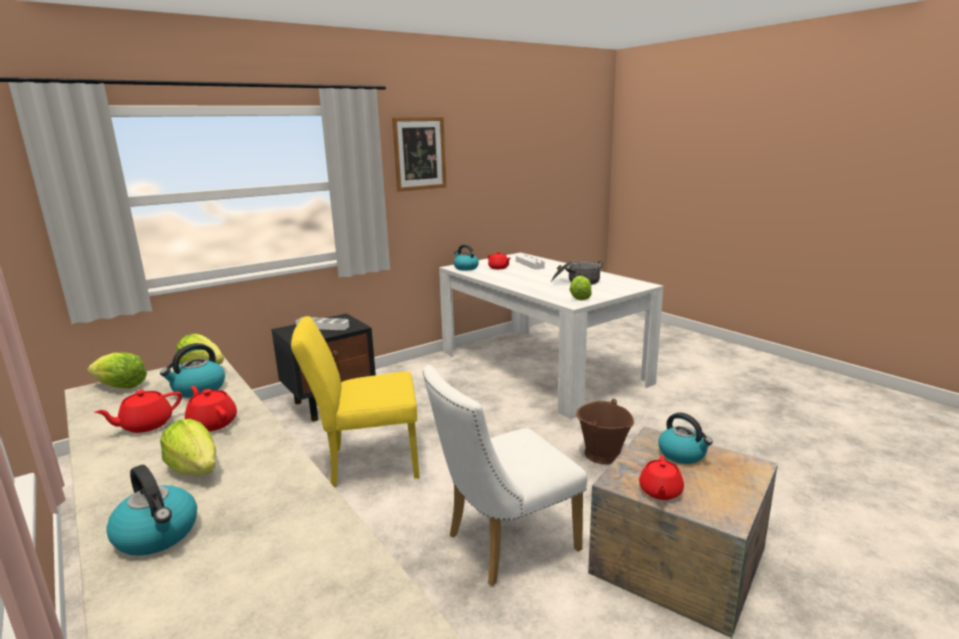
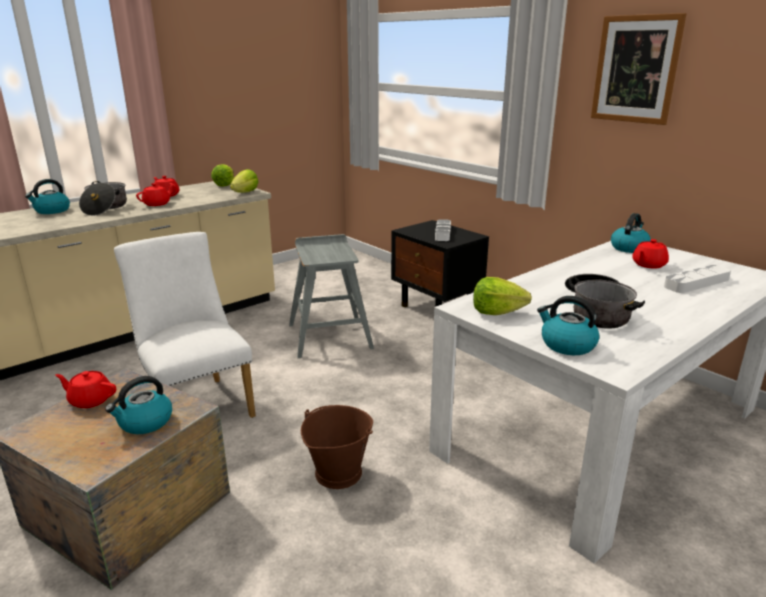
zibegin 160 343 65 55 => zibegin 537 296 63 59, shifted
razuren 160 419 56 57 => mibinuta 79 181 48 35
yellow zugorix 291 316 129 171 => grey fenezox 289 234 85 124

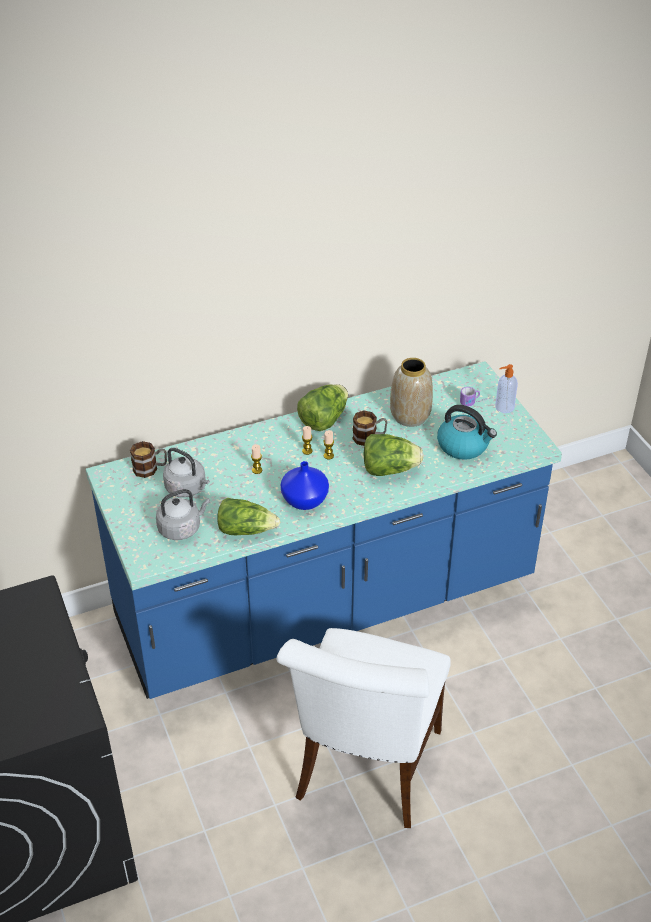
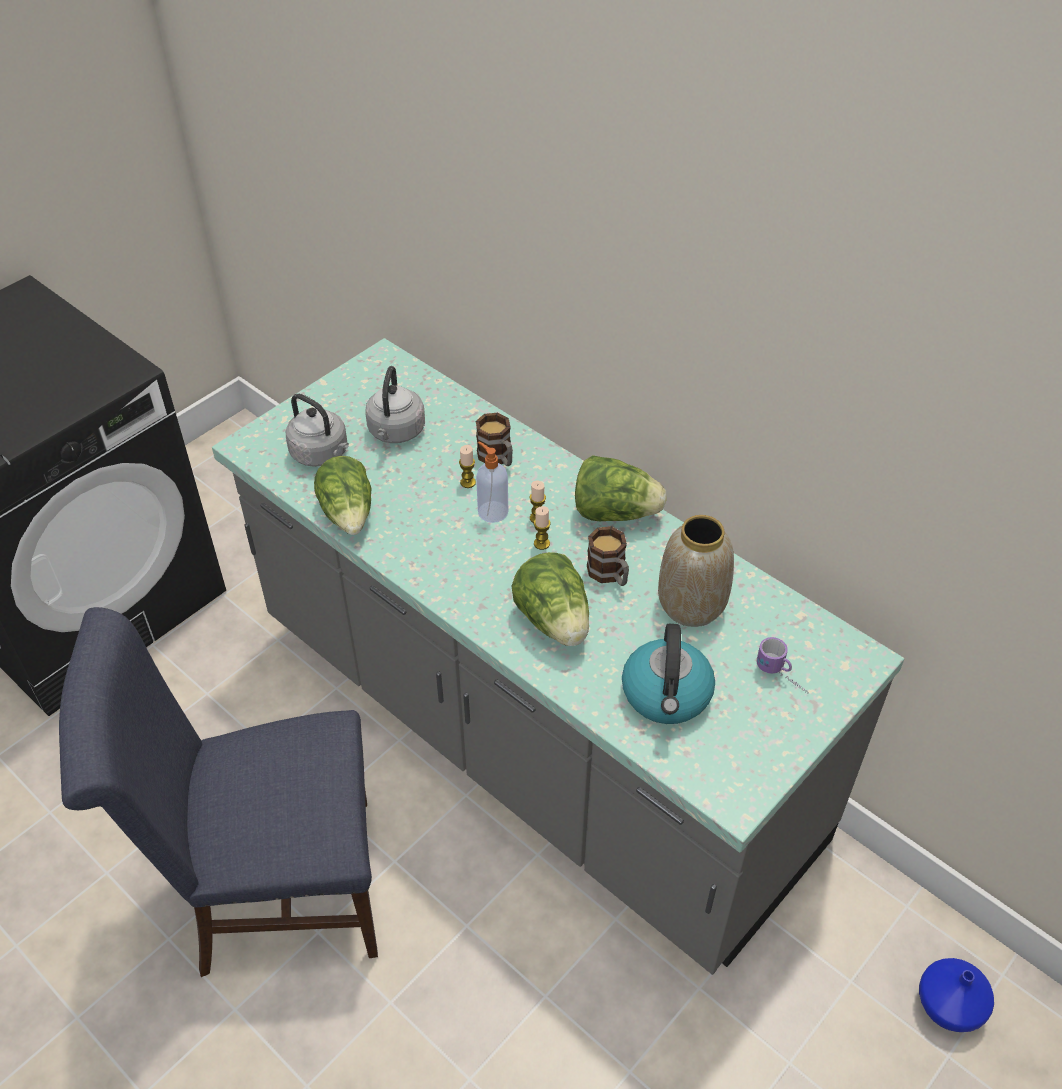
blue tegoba 86 361 476 338 => grey tegoba 212 338 692 637
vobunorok 130 441 37 37 => vobunorok 476 412 37 54, shifted
white zugorix 276 628 175 200 => blue zugorix 59 607 319 370
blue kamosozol 281 461 48 49 => blue kamosozol 919 958 75 74, shifted
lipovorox 495 364 23 49 => lipovorox 476 441 32 82, shifted

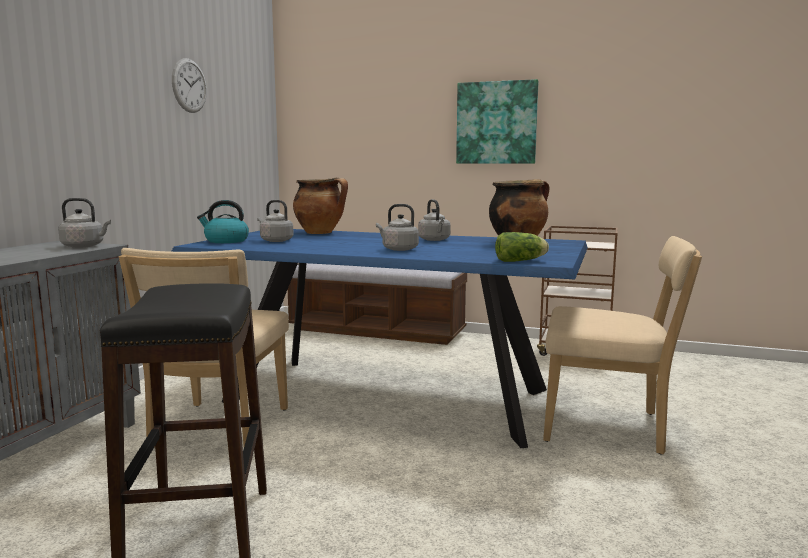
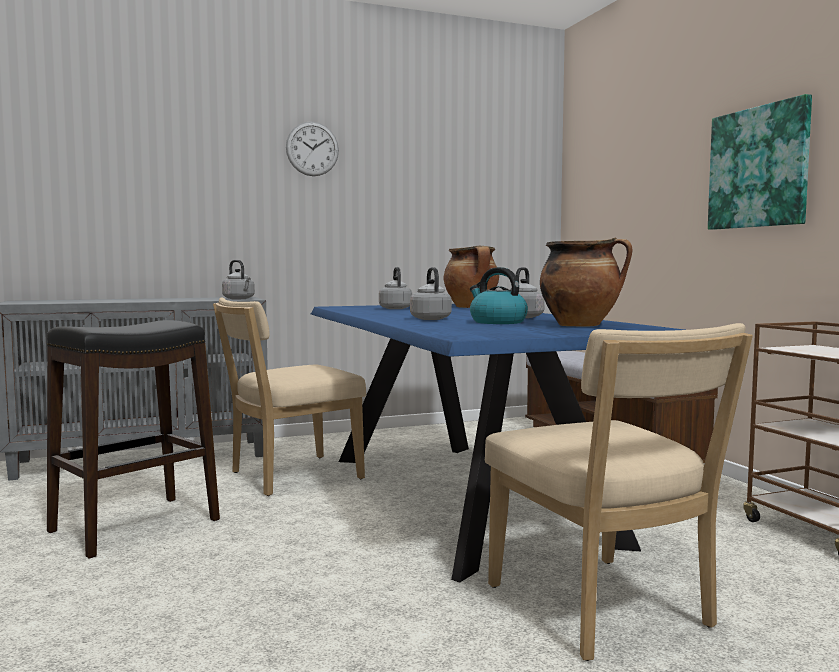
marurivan 172 58 35 55 => marurivan 286 122 53 54, shifted
zibegin 197 200 52 43 => zibegin 470 267 58 57, shifted
razuren 495 232 54 30 => nothing

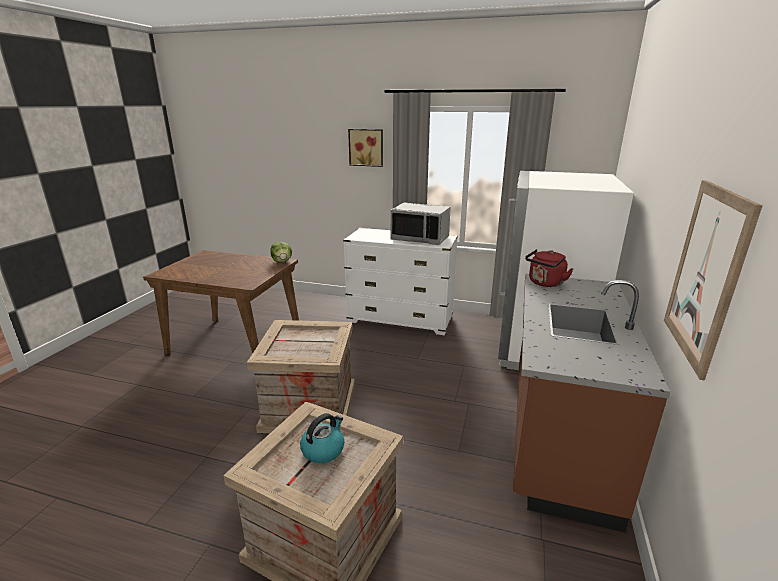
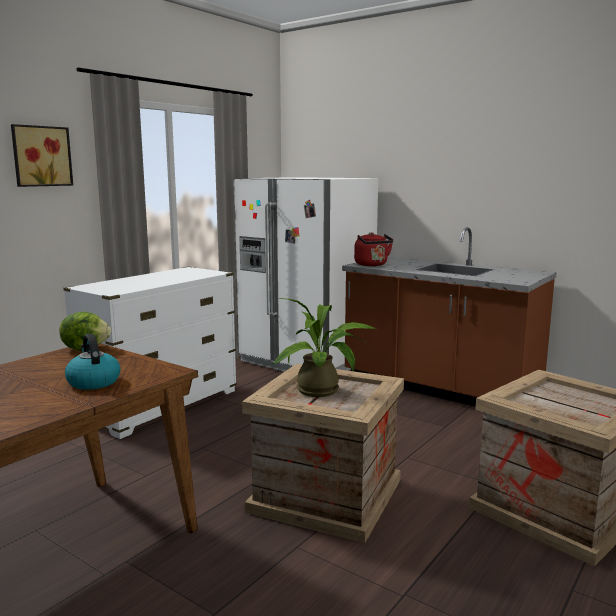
zibegin 300 413 44 50 => zibegin 65 334 56 56, shifted
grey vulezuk 391 203 60 42 => nothing
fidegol 664 180 99 201 => nothing
nothing => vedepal 272 298 104 99

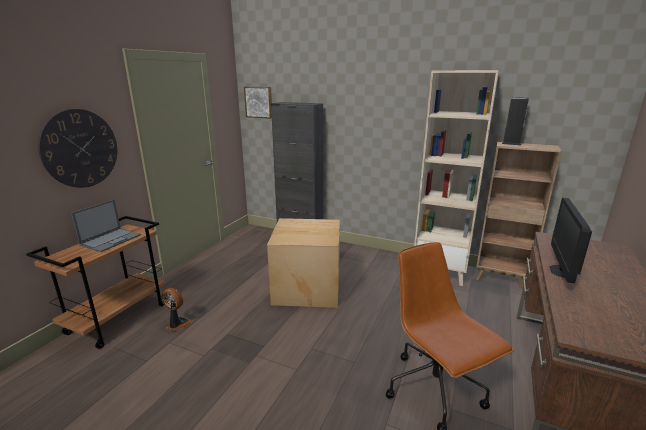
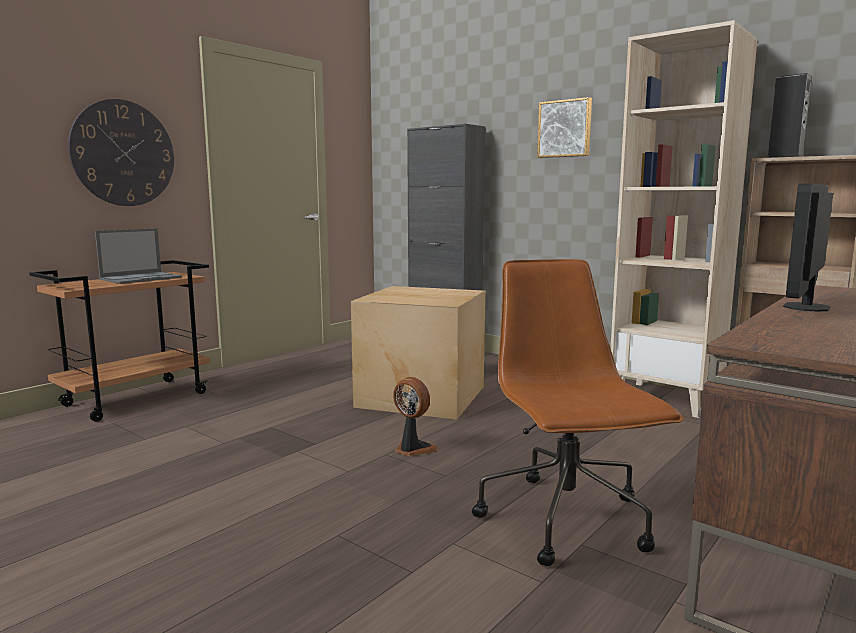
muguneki 161 288 31 43 => muguneki 393 377 45 79, shifted
fidegol 244 87 28 32 => fidegol 537 97 55 61, shifted

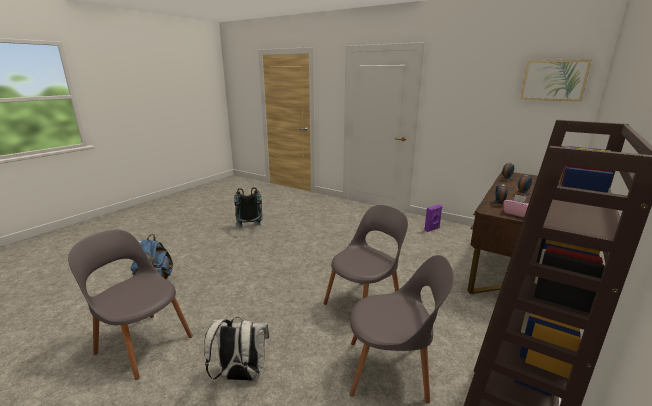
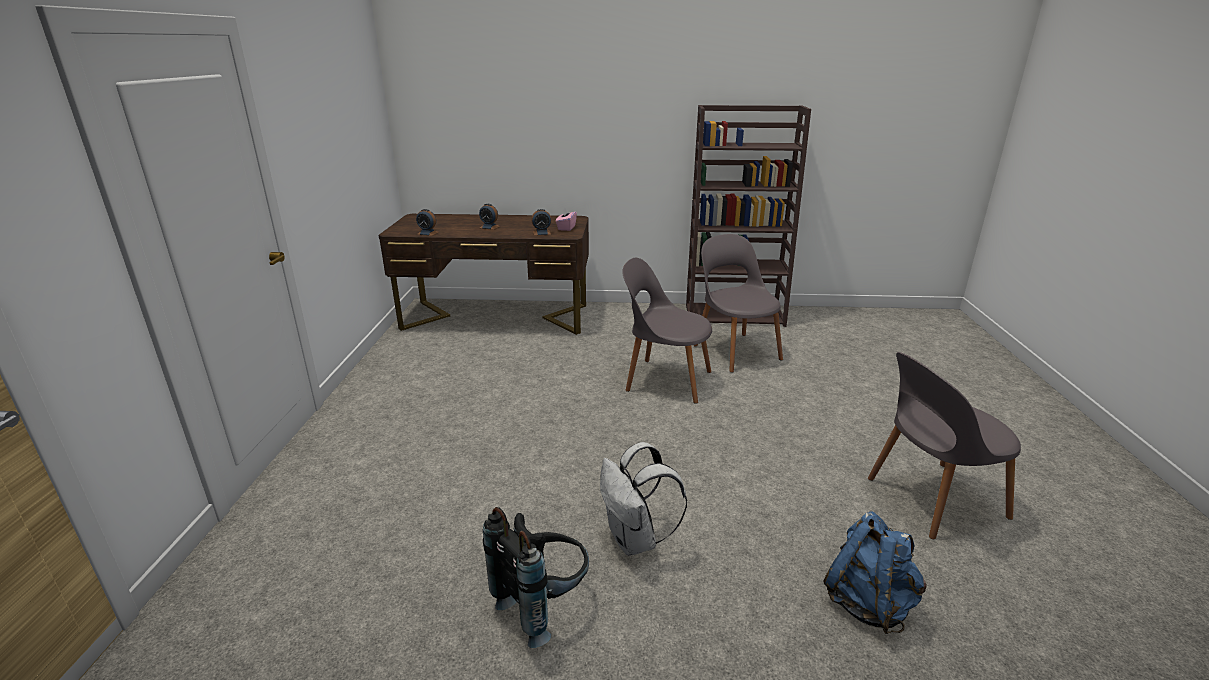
grey zugorix 68 230 125 150 => grey zugorix 868 352 153 187, 75 degrees clockwise
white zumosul 204 317 65 64 => white zumosul 600 442 87 114, shifted
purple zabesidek 424 205 18 27 => nothing
fidegol 520 59 72 43 => nothing

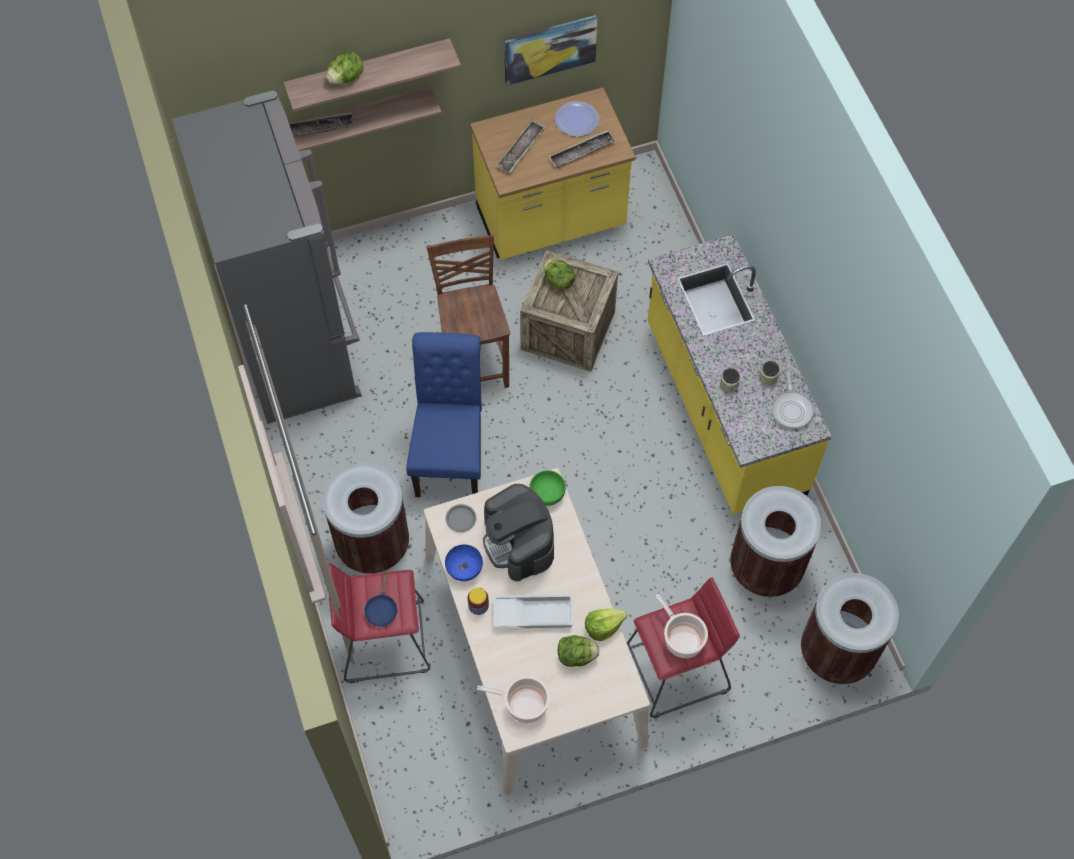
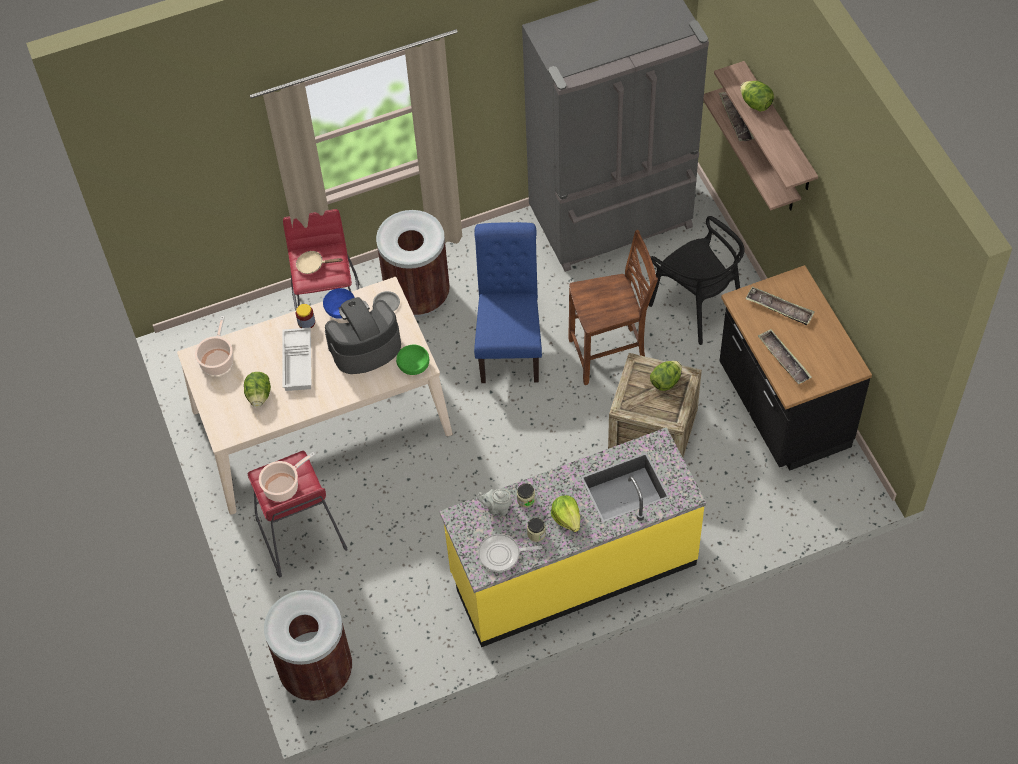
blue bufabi 364 572 34 55 => beige bufabi 296 251 46 23
blue zugorix 406 332 76 165 => blue zugorix 474 222 68 161, 90 degrees counterclockwise
yellow tegoba 470 88 165 172 => black tegoba 720 265 152 206
fidegol 504 15 94 71 => nothing
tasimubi 555 101 44 36 => nothing
razuren 585 608 42 33 => razuren 551 495 29 37, shifted
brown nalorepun 730 486 91 111 => nothing
nothing => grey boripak 477 489 35 26
nothing => black zugorix 648 216 96 129

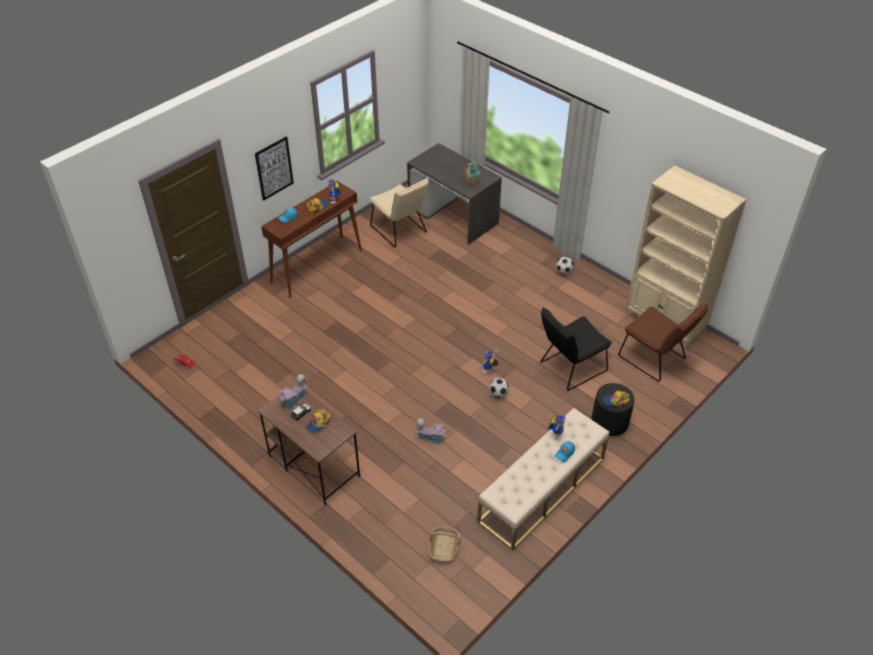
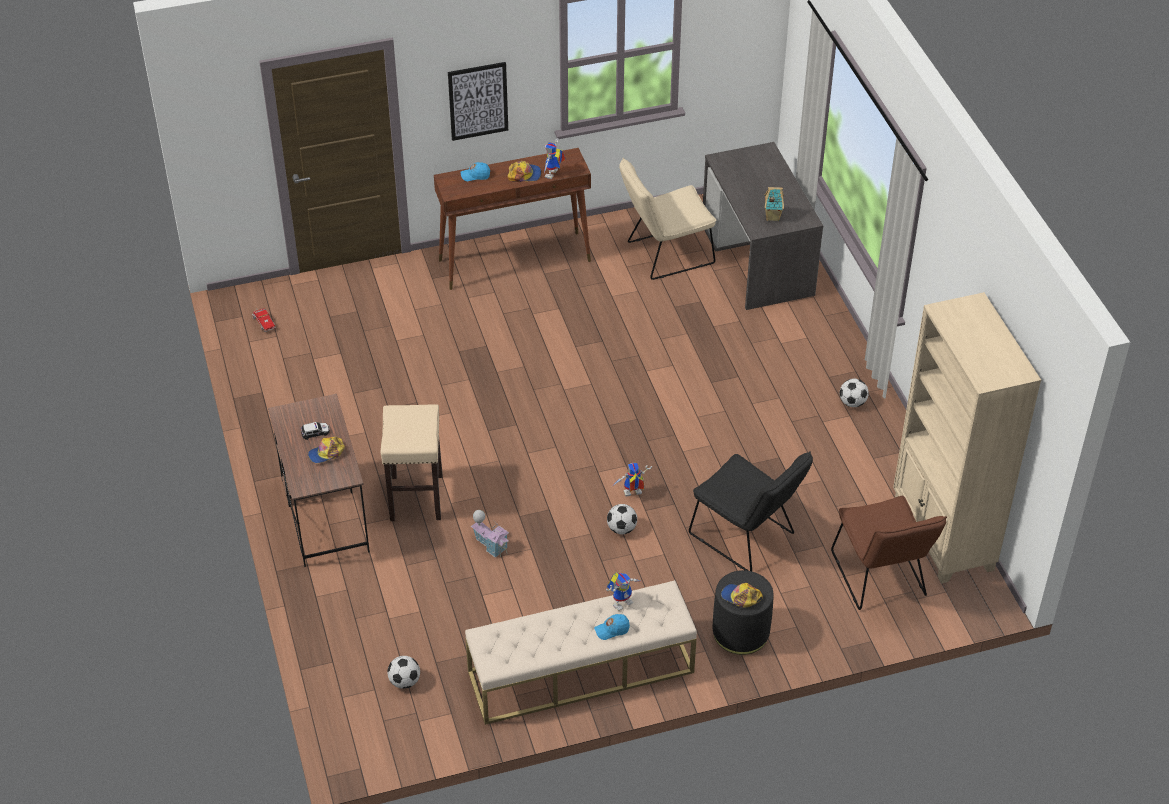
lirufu 279 374 29 35 => nothing
beige zugorix 370 178 59 69 => beige zugorix 619 158 97 122, 75 degrees clockwise
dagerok 429 527 32 35 => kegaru 387 656 33 33
black zugorix 540 307 72 84 => black zugorix 689 452 124 119, 135 degrees counterclockwise
nothing => beige fenezox 381 404 62 117

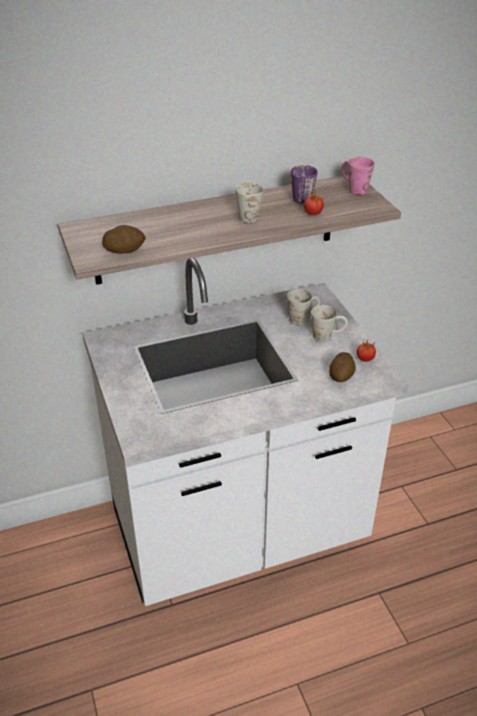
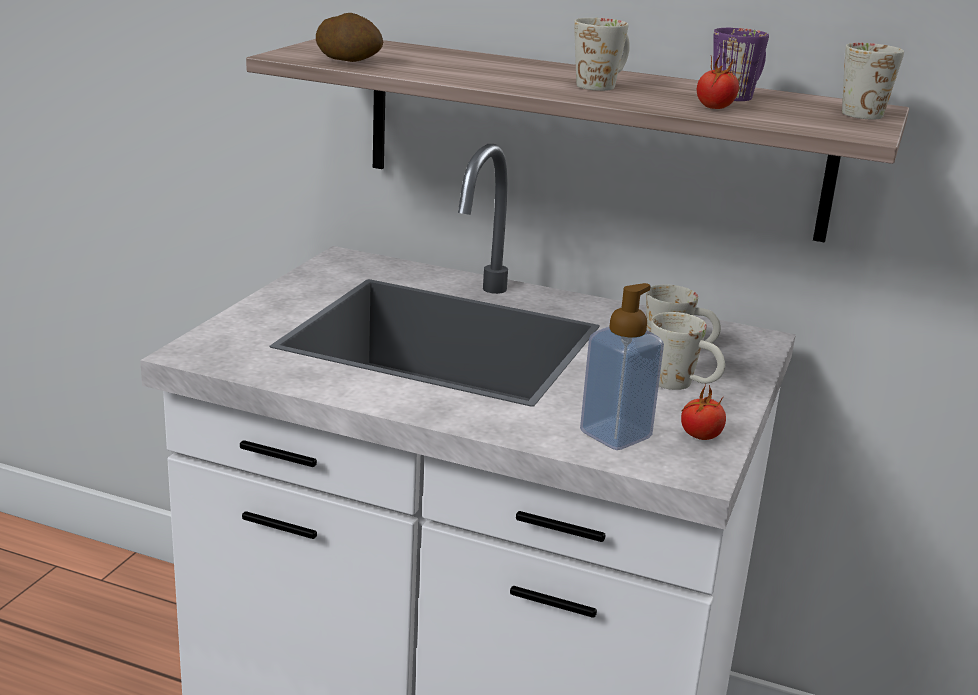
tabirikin 329 352 27 30 => lipovorox 580 283 84 167
pink vobunorok 341 157 34 38 => white vobunorok 842 43 62 76

